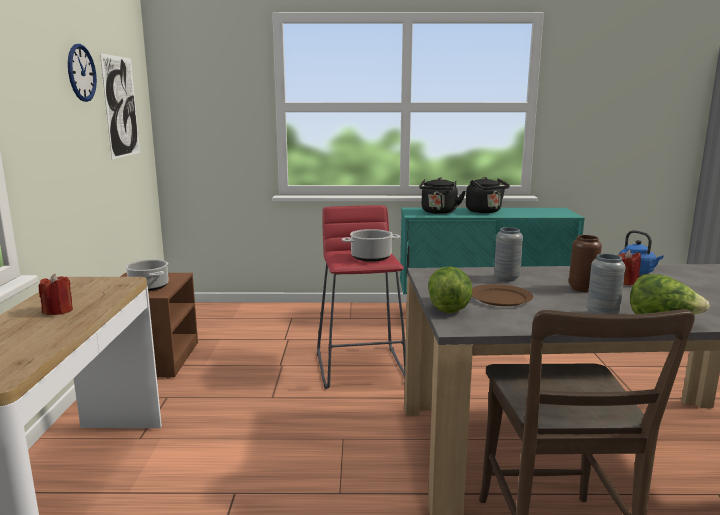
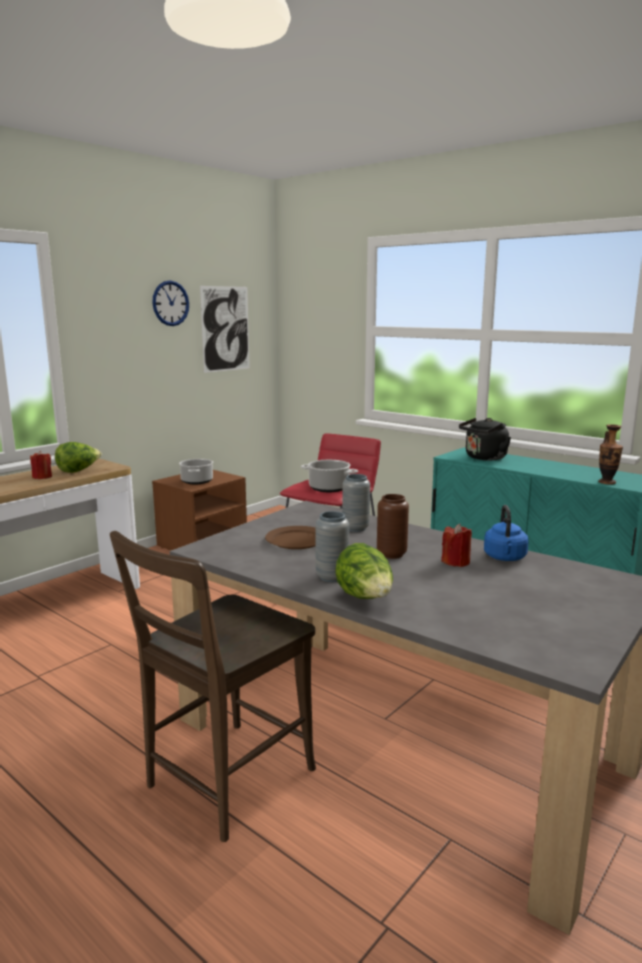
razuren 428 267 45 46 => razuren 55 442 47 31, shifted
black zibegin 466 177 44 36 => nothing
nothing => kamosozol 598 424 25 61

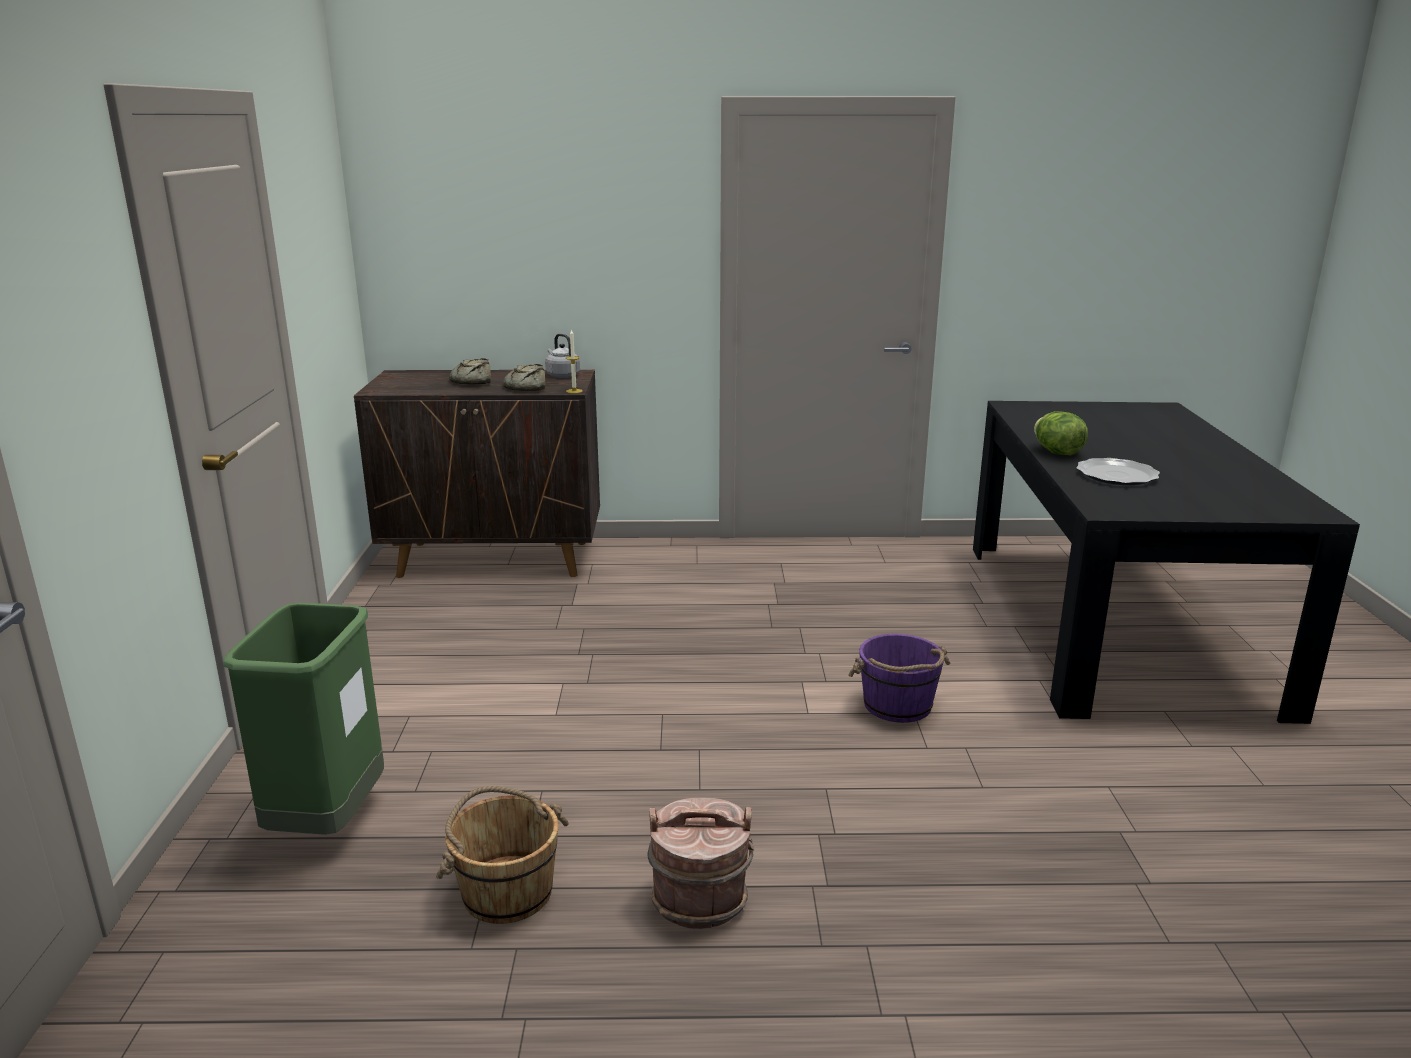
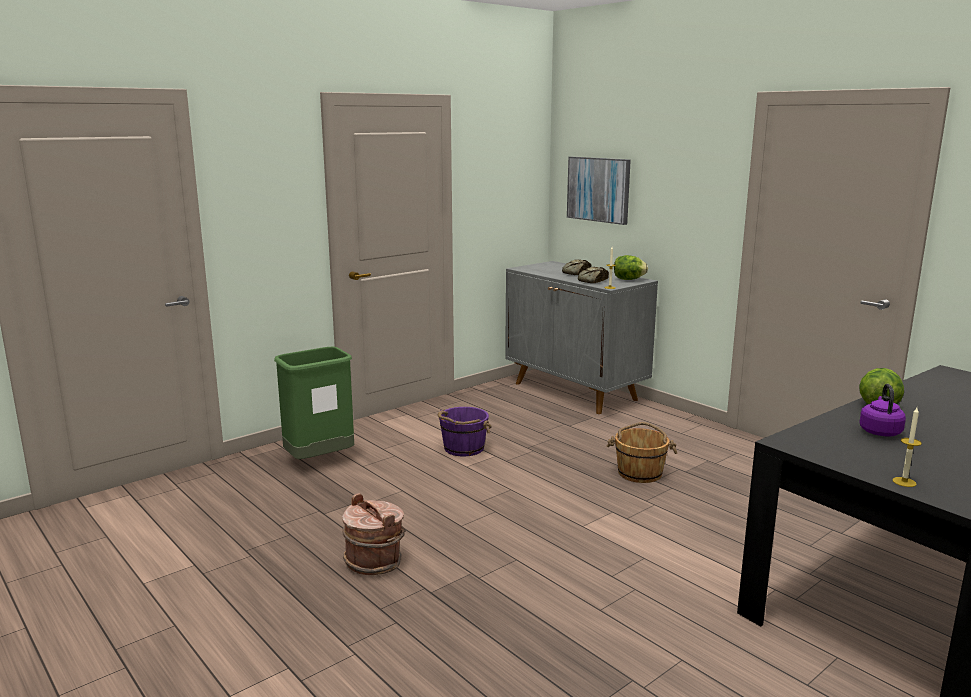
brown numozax 354 370 246 208 => grey numozax 505 261 153 153
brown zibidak 436 786 133 138 => brown zibidak 607 422 70 61, shifted
grey zibegin 545 334 35 44 => razuren 614 255 34 25
purple zibidak 848 634 102 89 => purple zibidak 438 407 53 49, shifted
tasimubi 1076 458 84 27 => purple zibegin 860 384 46 53
nothing => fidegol 567 157 64 68
nothing => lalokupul 892 407 30 80

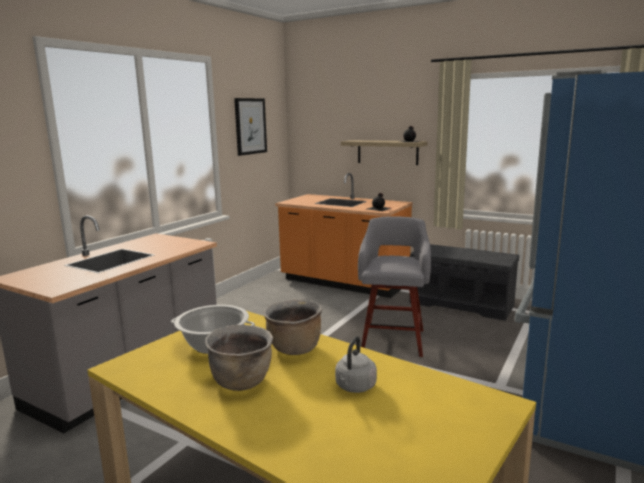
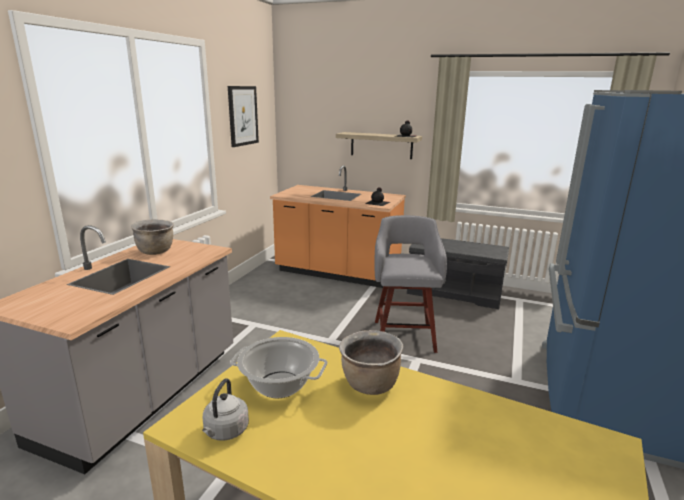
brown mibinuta 205 324 68 67 => brown mibinuta 131 219 43 36, shifted
grey zibegin 335 336 42 57 => grey zibegin 202 378 47 63, shifted

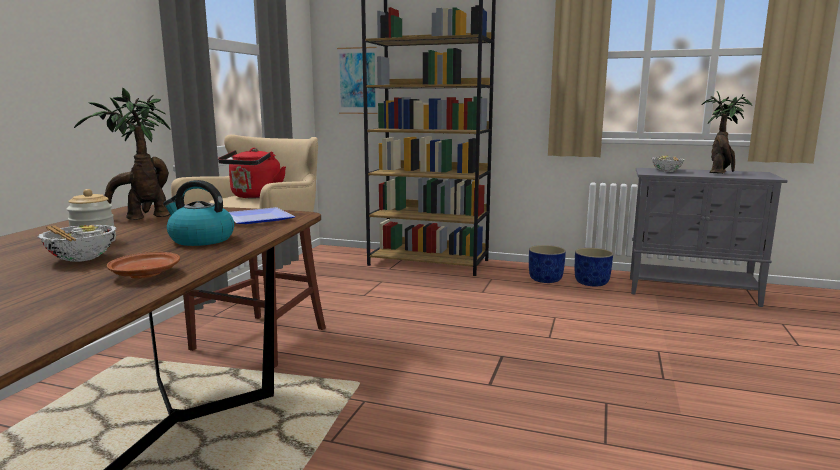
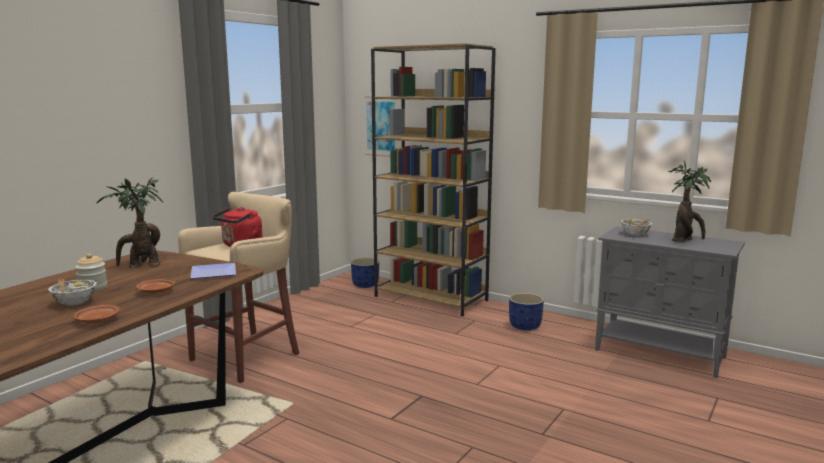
zibegin 163 180 71 66 => brown tasimubi 136 279 39 15
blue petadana 575 248 38 39 => blue petadana 351 258 28 30, shifted

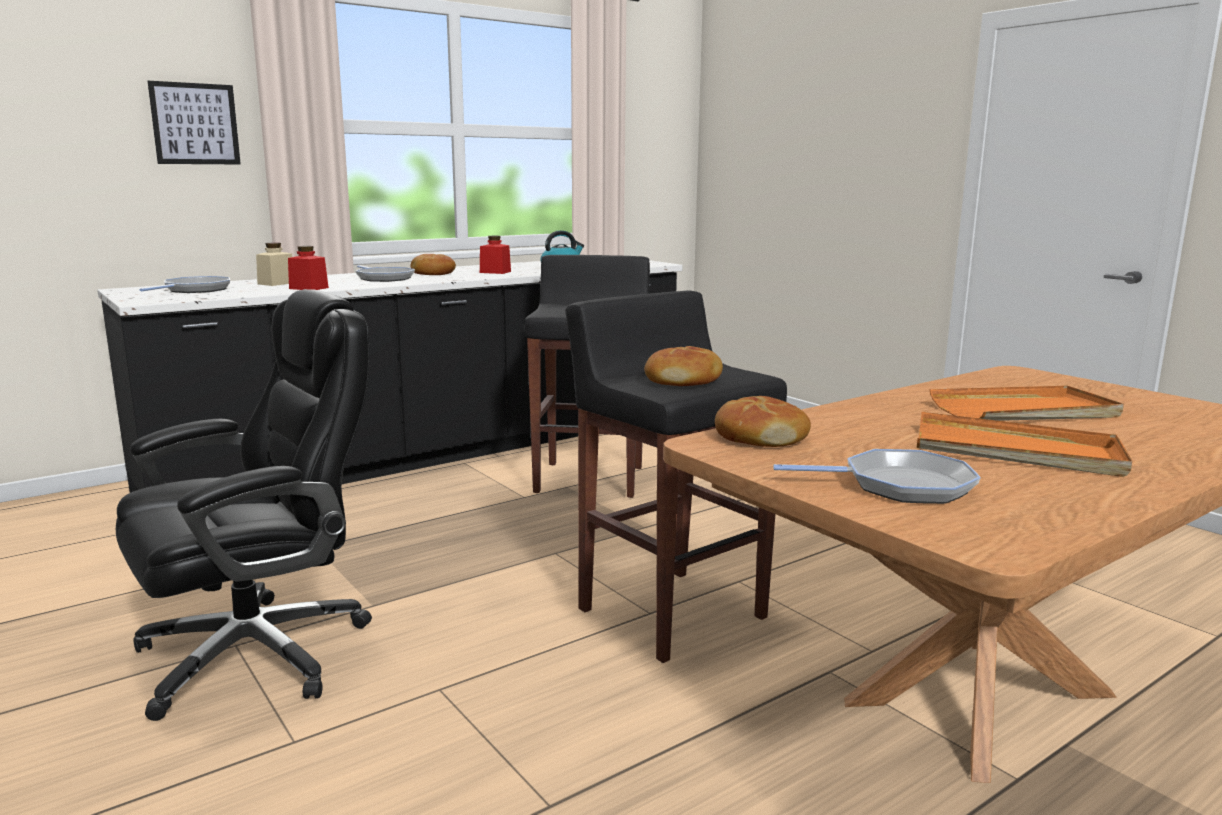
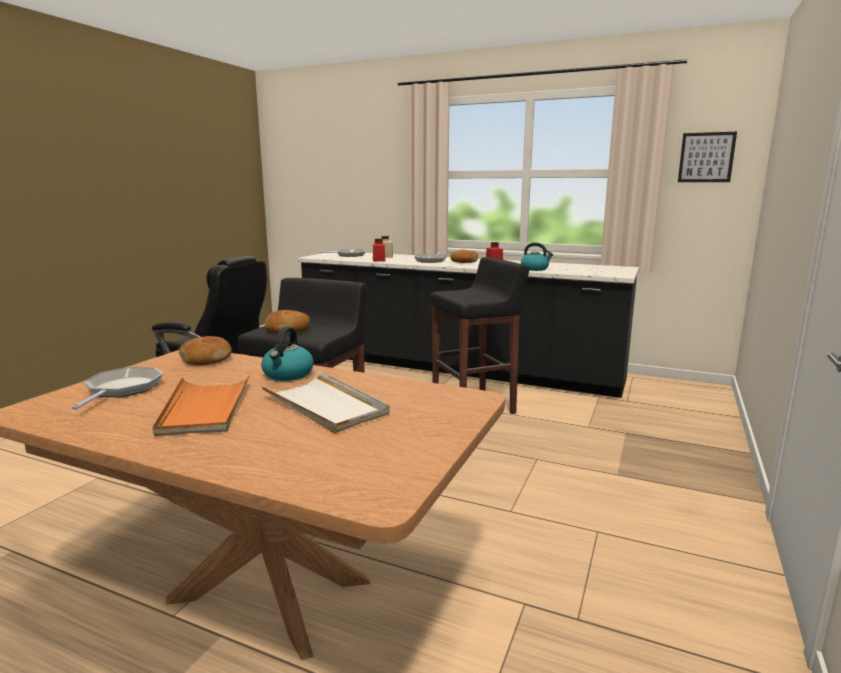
fidegol 148 81 93 83 => fidegol 678 132 59 50, shifted
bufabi 773 449 208 55 => bufabi 72 367 91 43, 150 degrees counterclockwise
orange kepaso 930 386 194 35 => white kepaso 261 371 129 62
nothing => zibegin 261 327 53 54

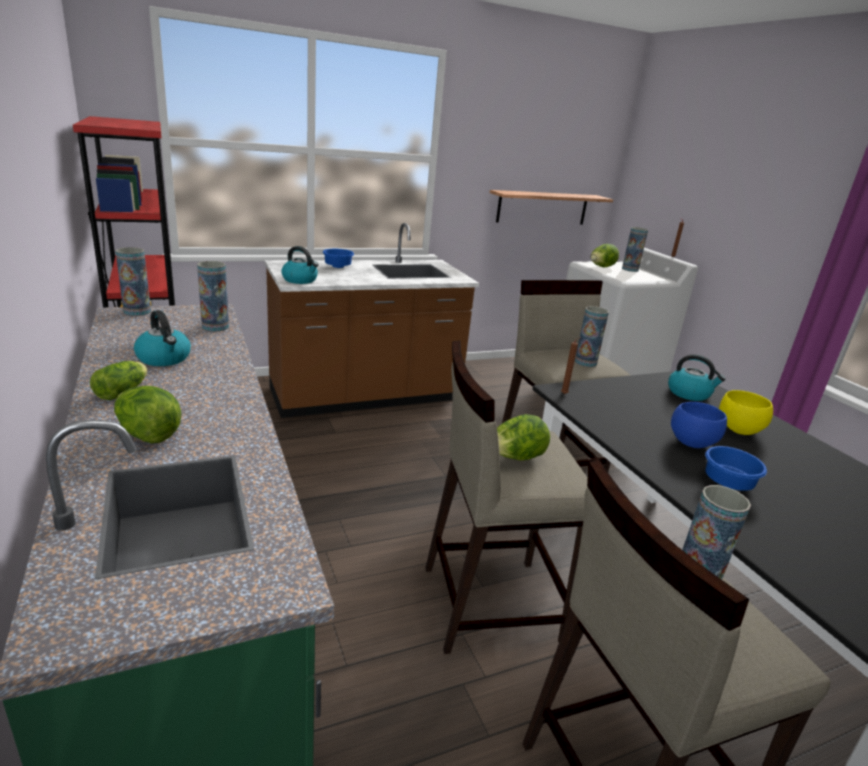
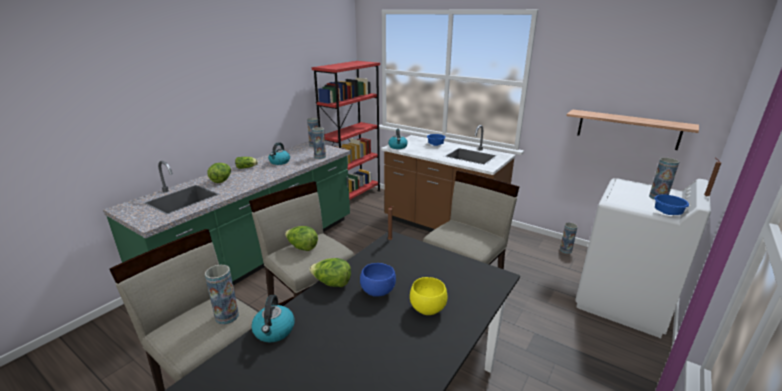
kamosozol 575 306 34 61 => kamosozol 560 223 18 31, shifted
razuren 591 244 28 23 => razuren 309 258 42 29, shifted
zibegin 668 354 58 47 => zibegin 251 295 44 48, shifted
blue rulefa 705 446 62 45 => blue rulefa 654 195 35 20, shifted

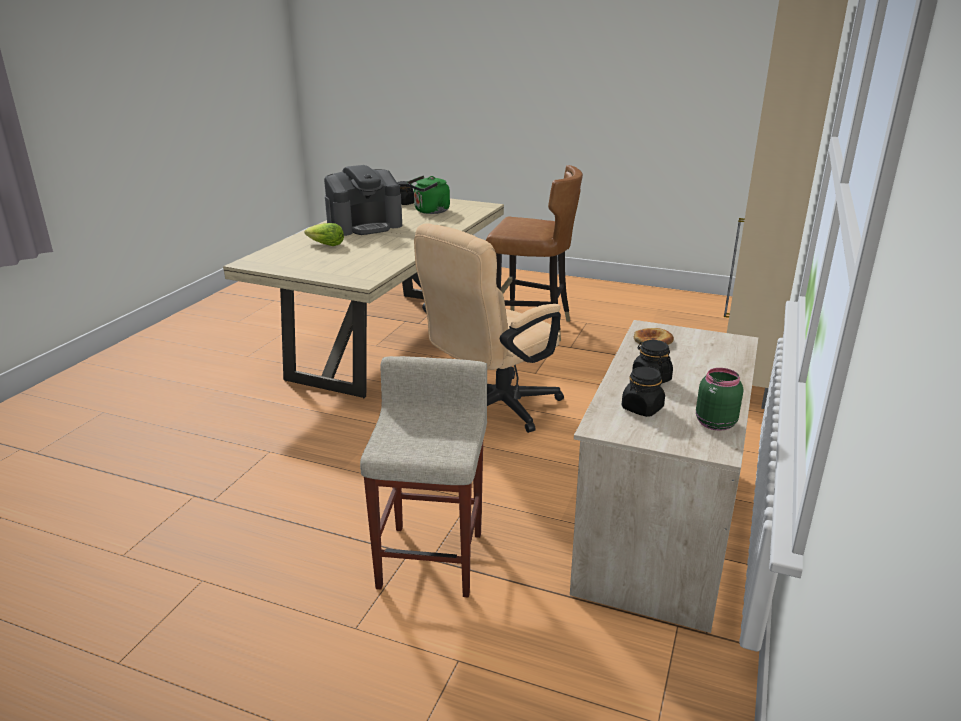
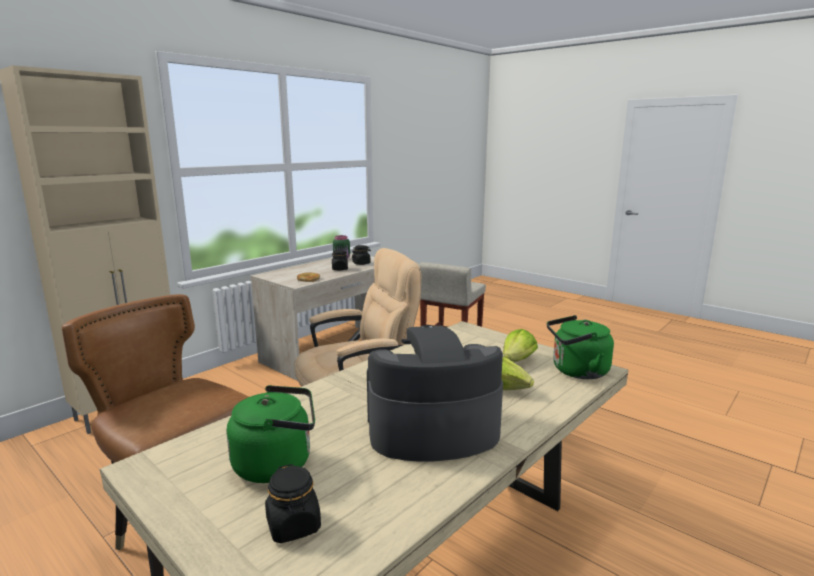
nothing => razuren 503 329 35 33
nothing => green zibegin 547 315 67 64

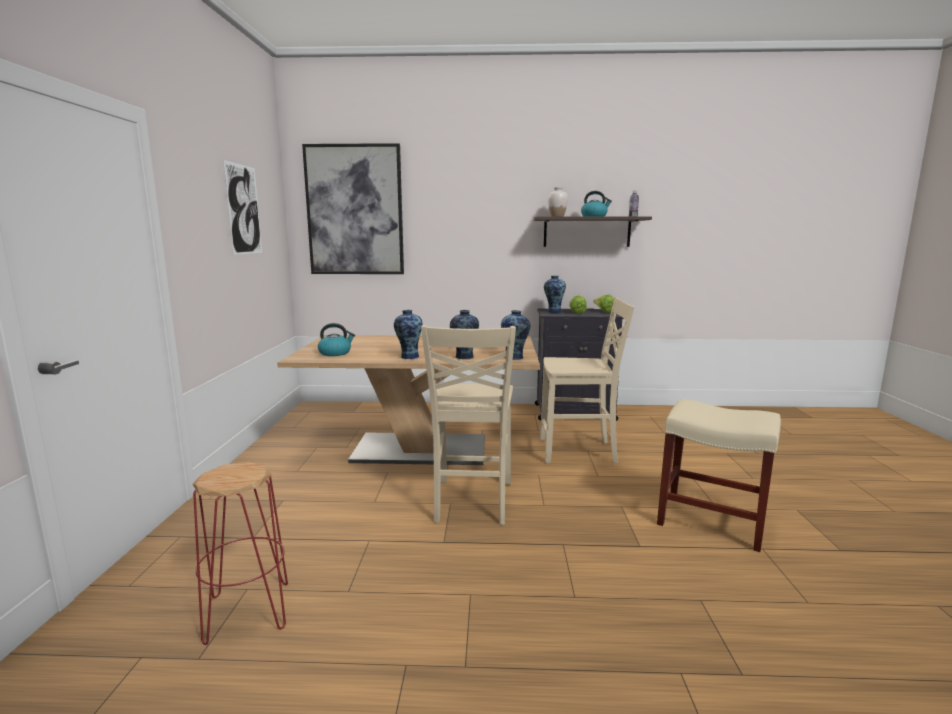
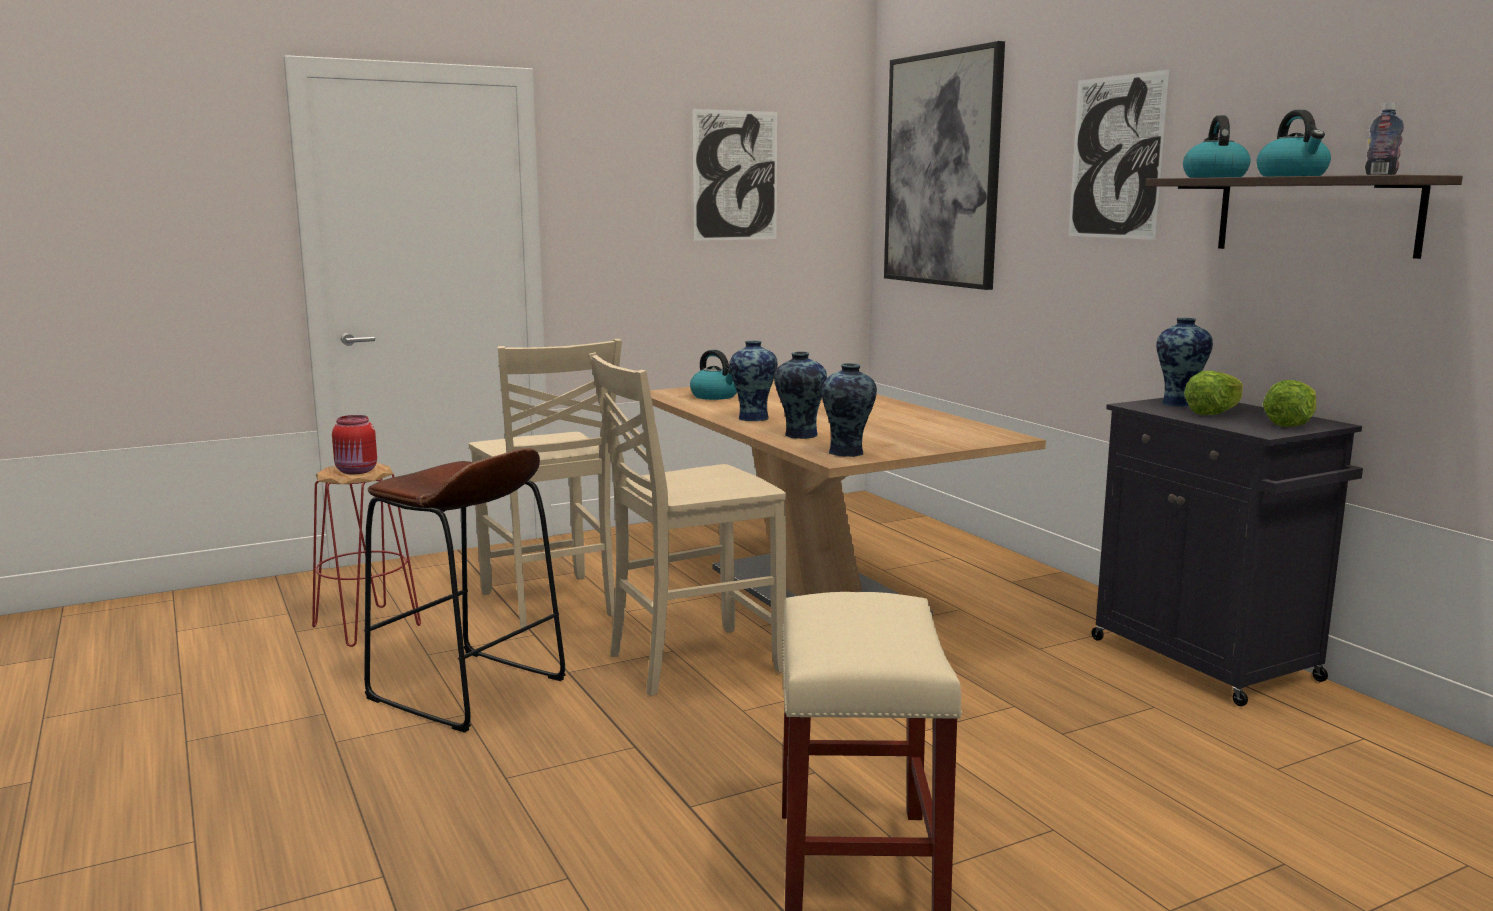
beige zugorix 540 297 95 166 => beige zugorix 469 339 153 294, shifted
white kamosozol 548 187 20 30 => zibegin 1183 115 68 63
nothing => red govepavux 332 415 45 60
nothing => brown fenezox 364 448 202 285
nothing => fidegol 1068 70 102 170

